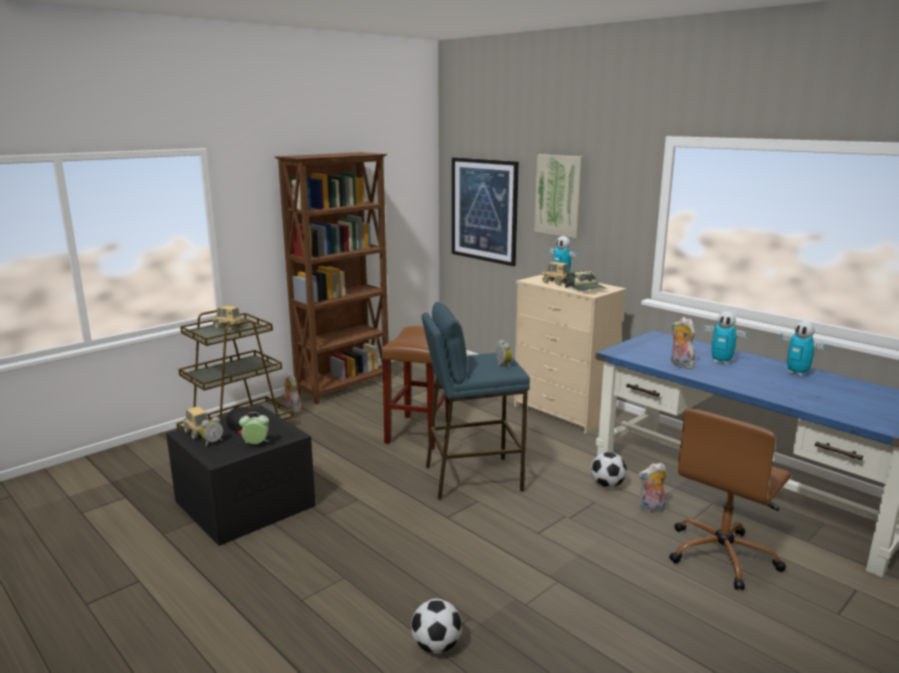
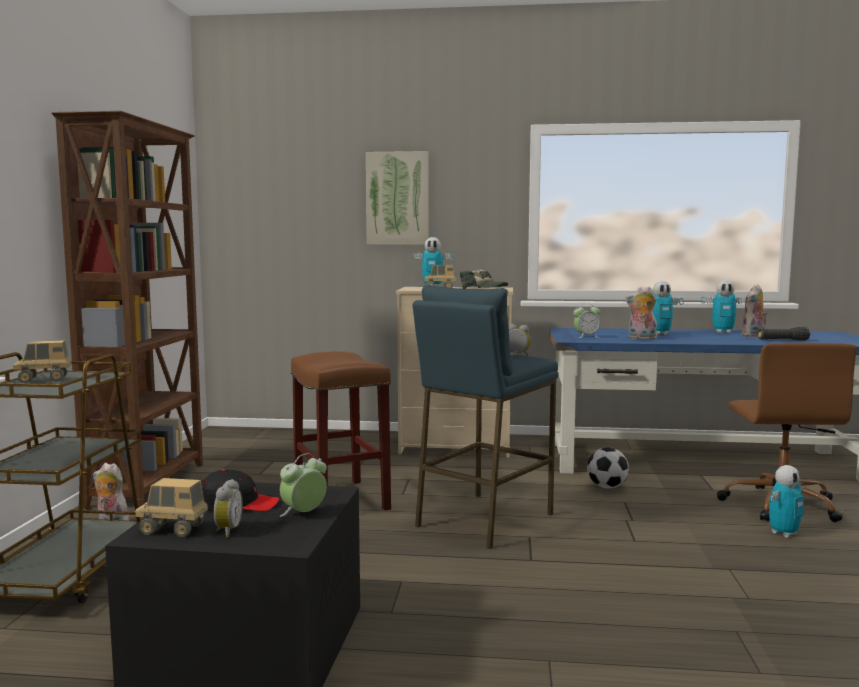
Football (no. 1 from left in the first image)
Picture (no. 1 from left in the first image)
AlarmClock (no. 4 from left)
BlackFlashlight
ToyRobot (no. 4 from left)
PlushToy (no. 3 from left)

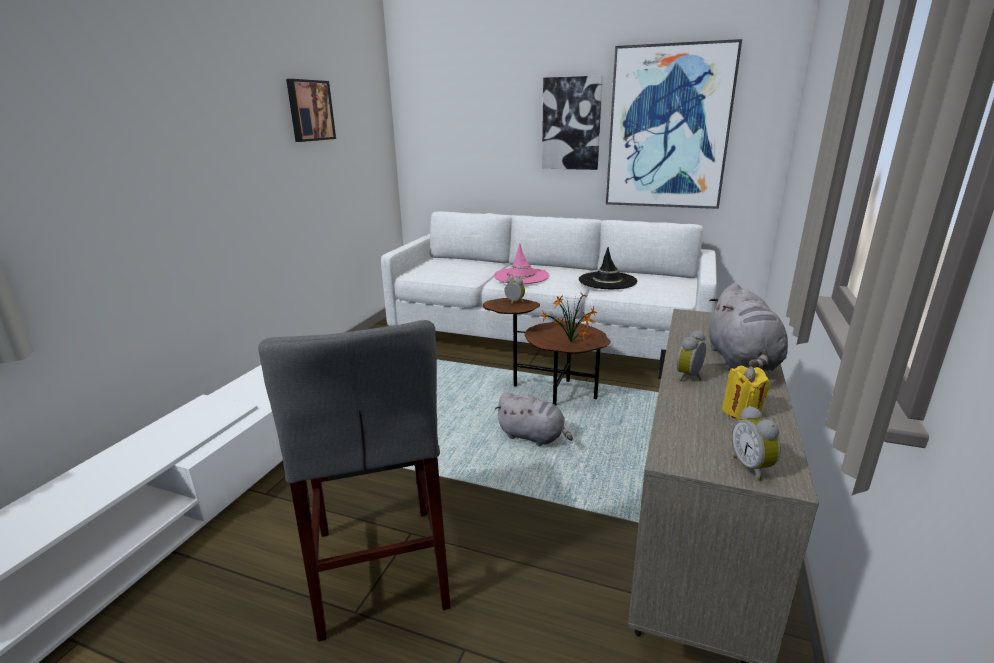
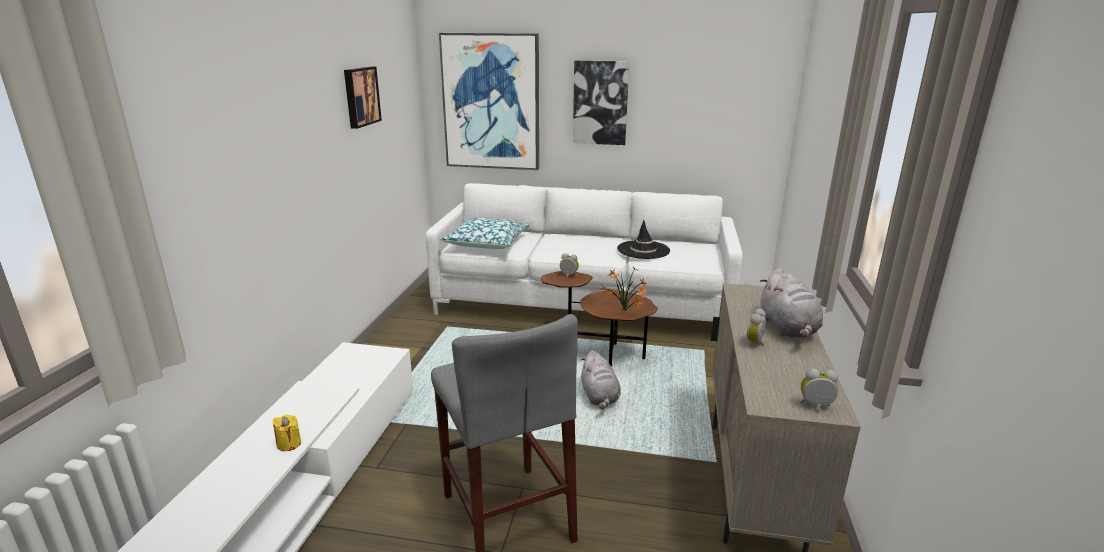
PinkHat
Pillow
Picture (no. 2 from left)
YellowCandle
GreyPlushToy (no. 1 from left)
AlarmClock (no. 3 from left)

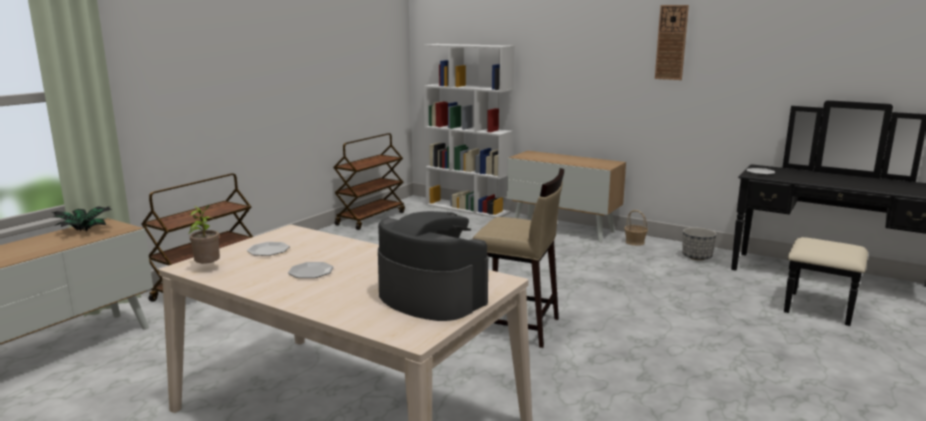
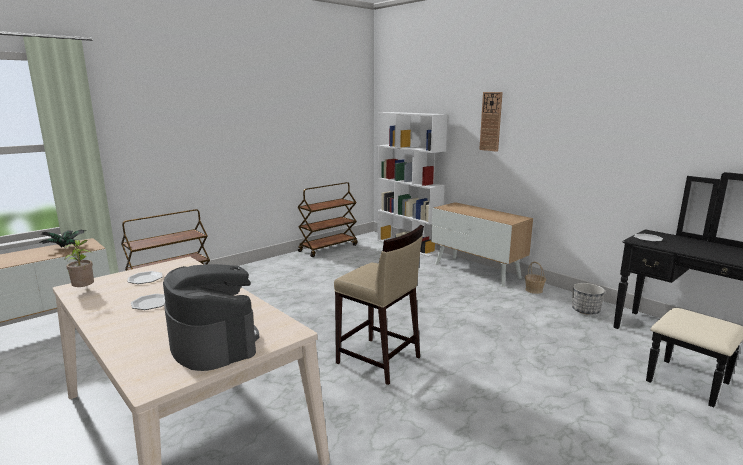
WallClock

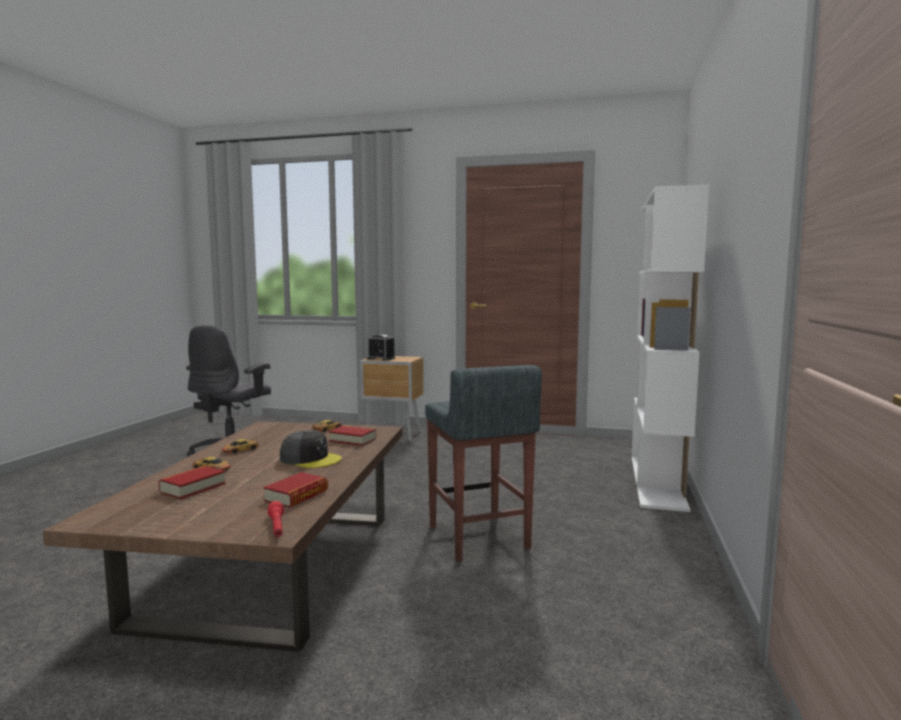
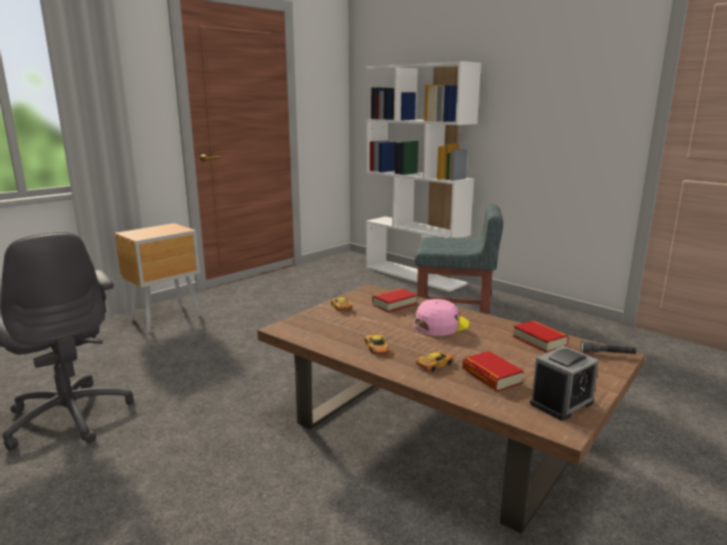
AlarmClock
GreyFlashlight
PinkCap

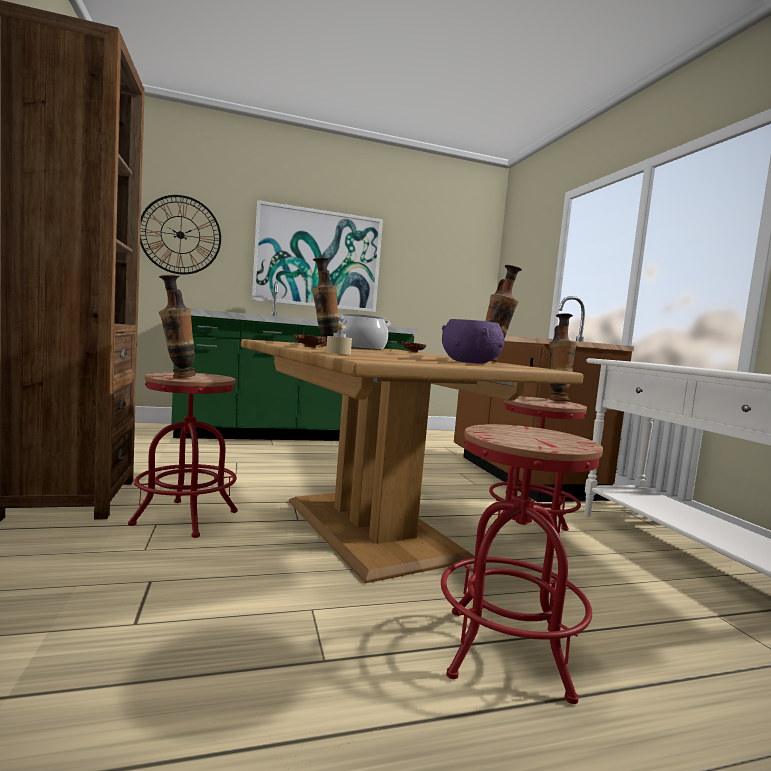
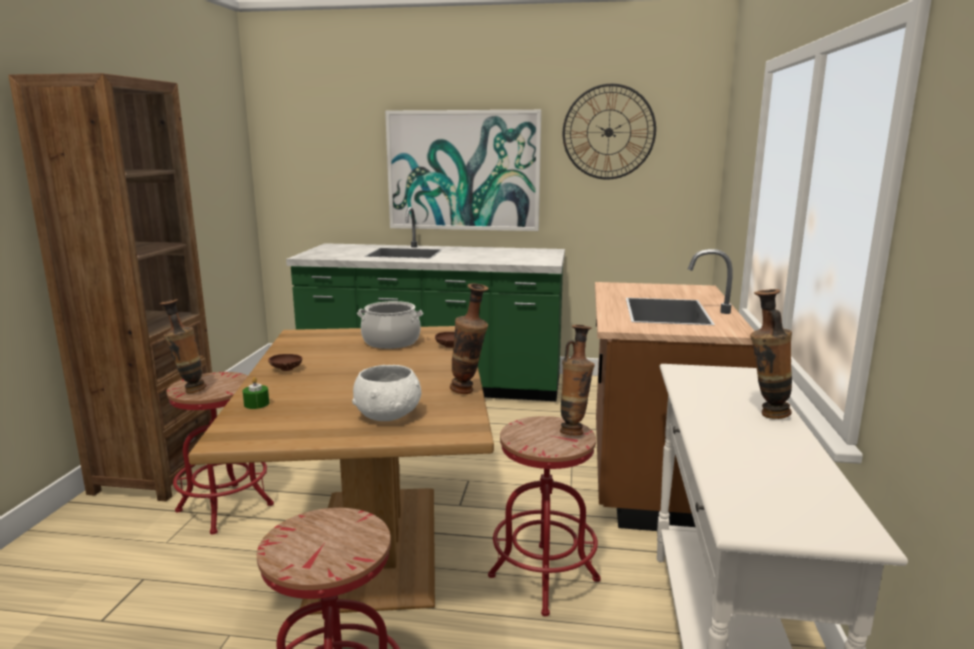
WallClock
Vase (no. 4 from left)
GreenCandle
WhiteBowl

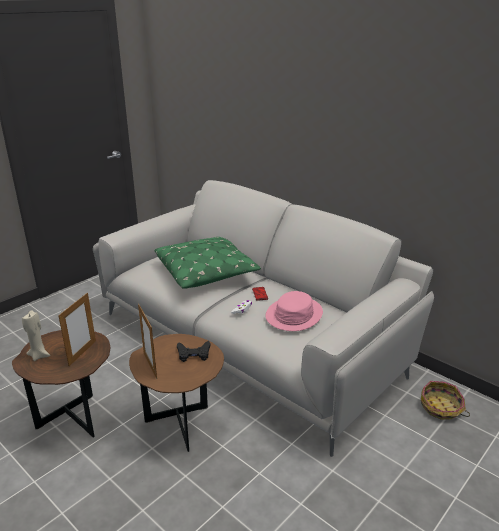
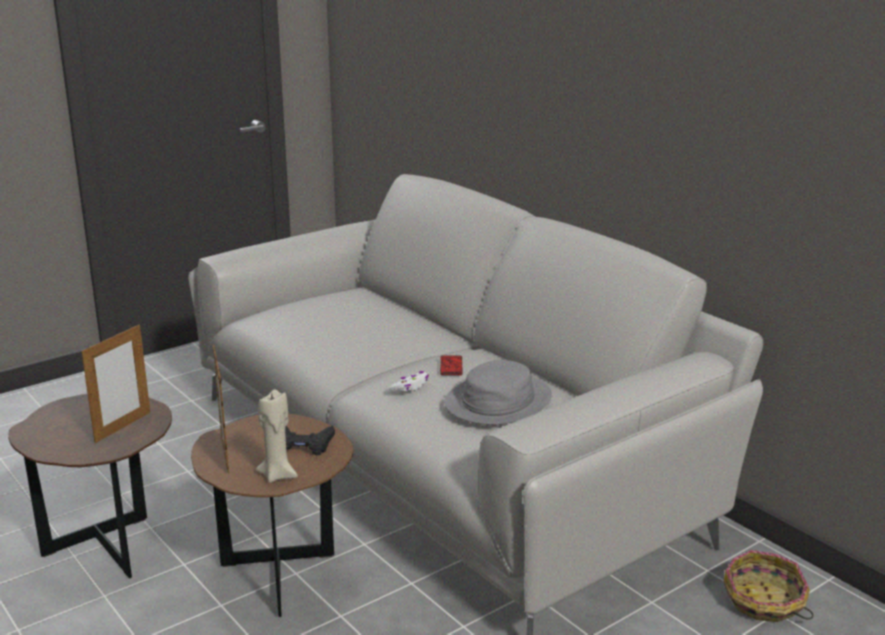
GreenPillow
BeigeCandle
GreyHat

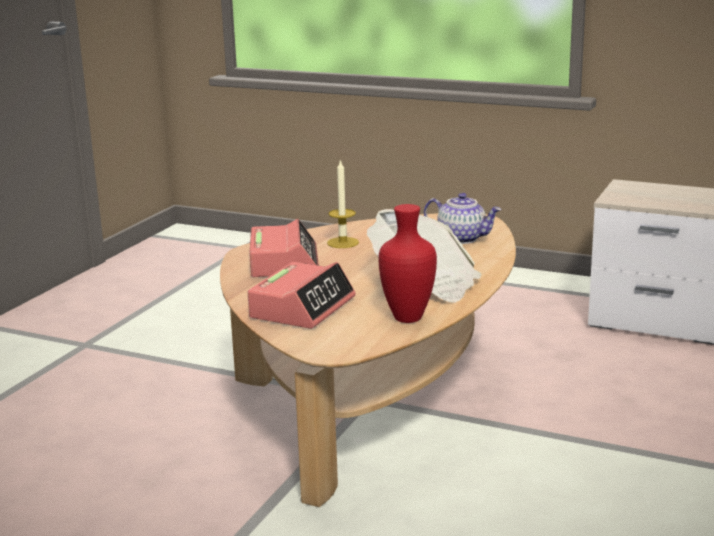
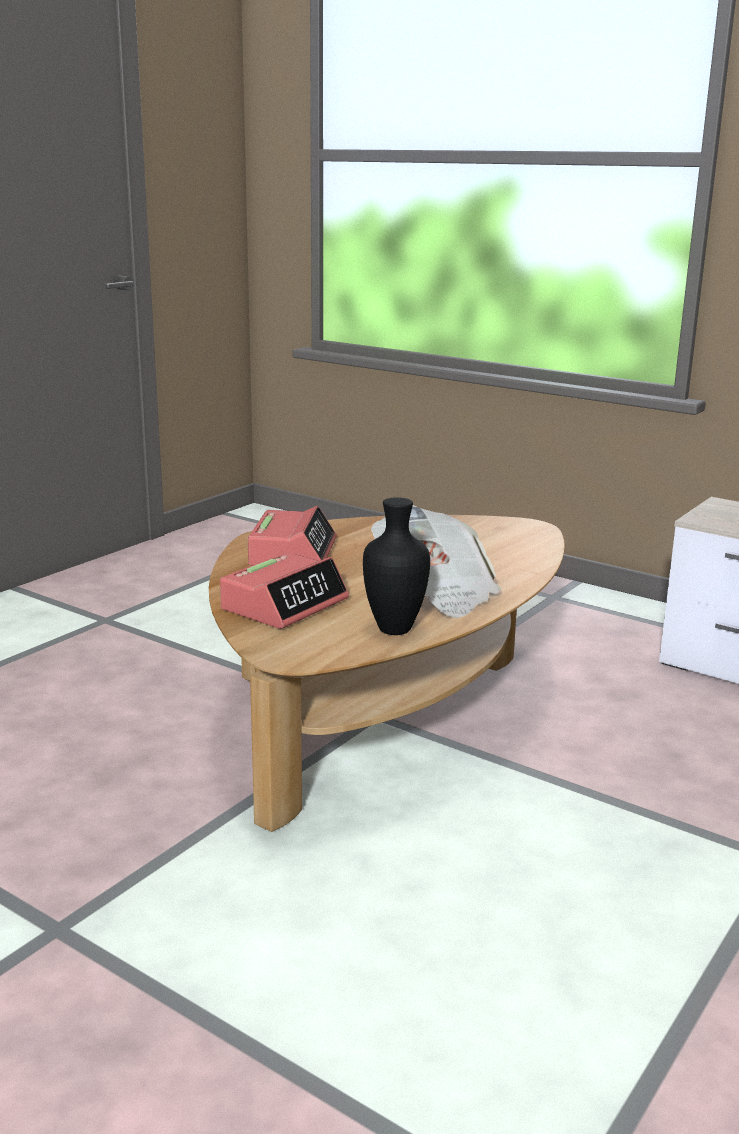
Candle
Teapot
BlackVase

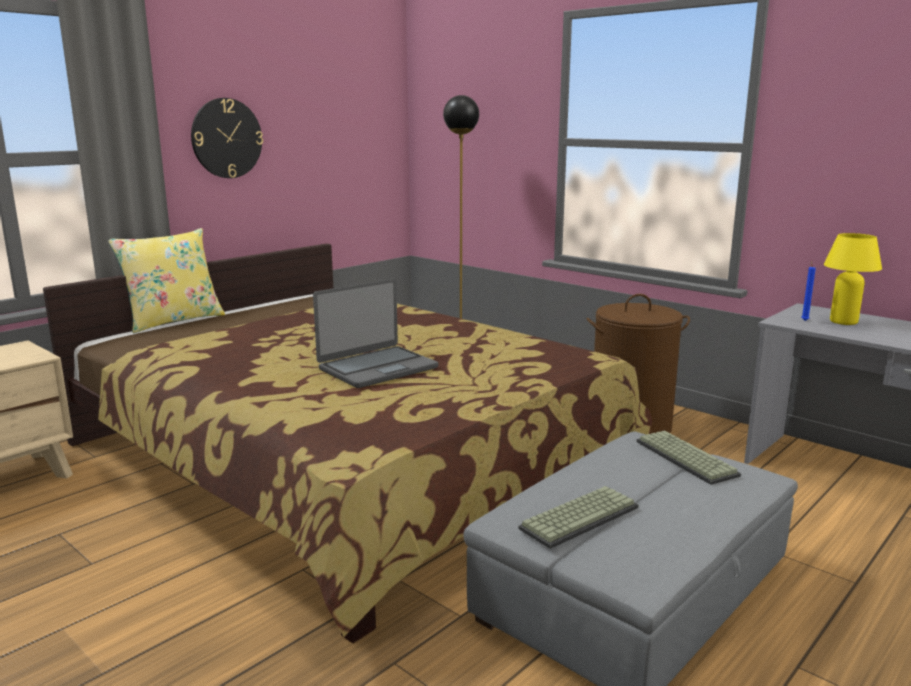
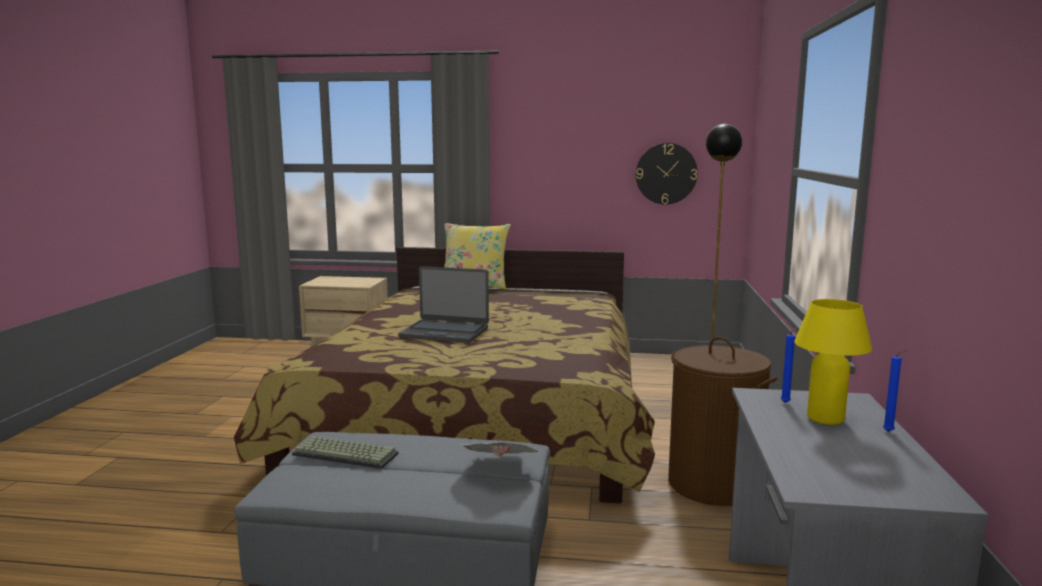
BlueCandle (no. 2 from left)
WallClock
Newspaper

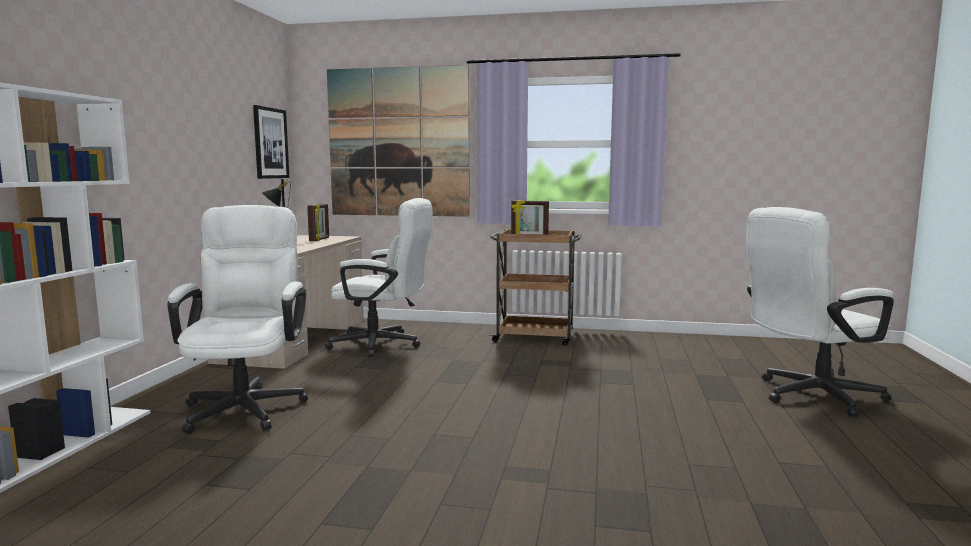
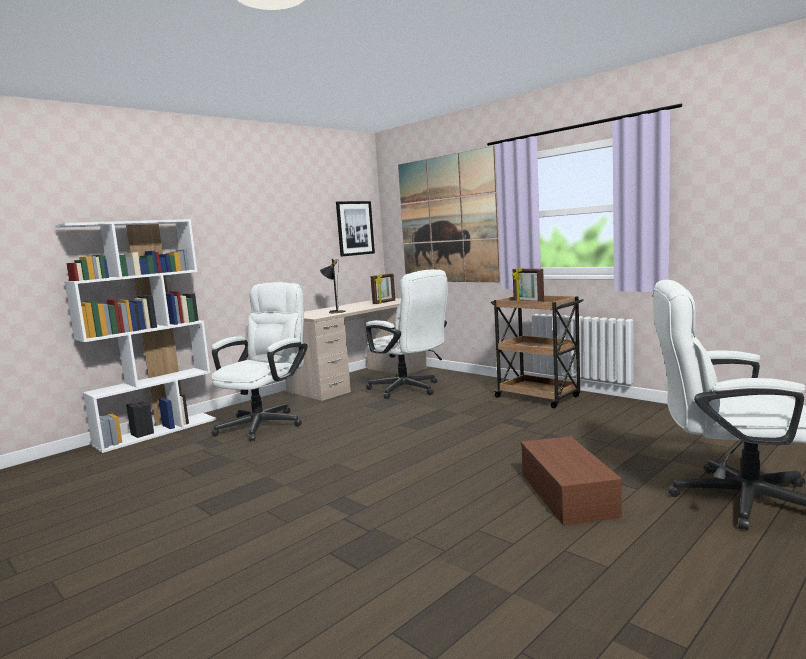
BrownStorageBox

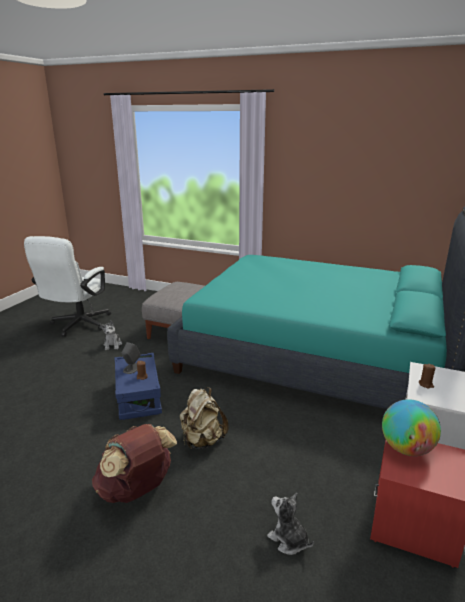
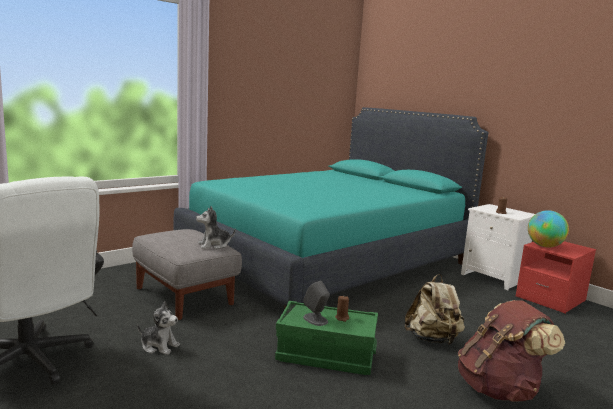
PlushToy (no. 2 from left)
GreenStorageBox

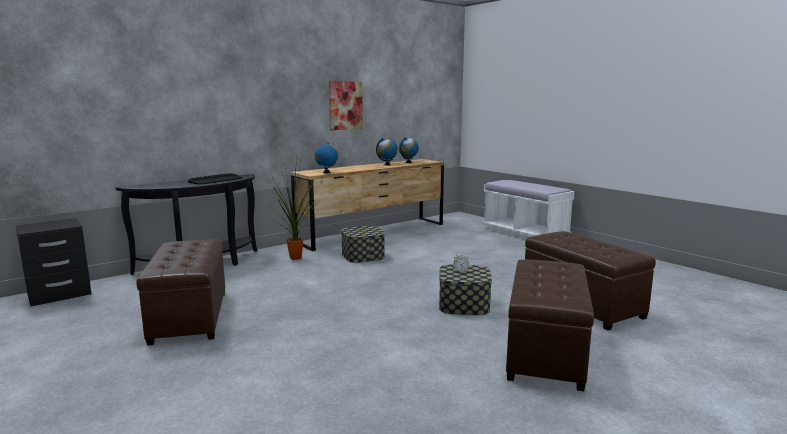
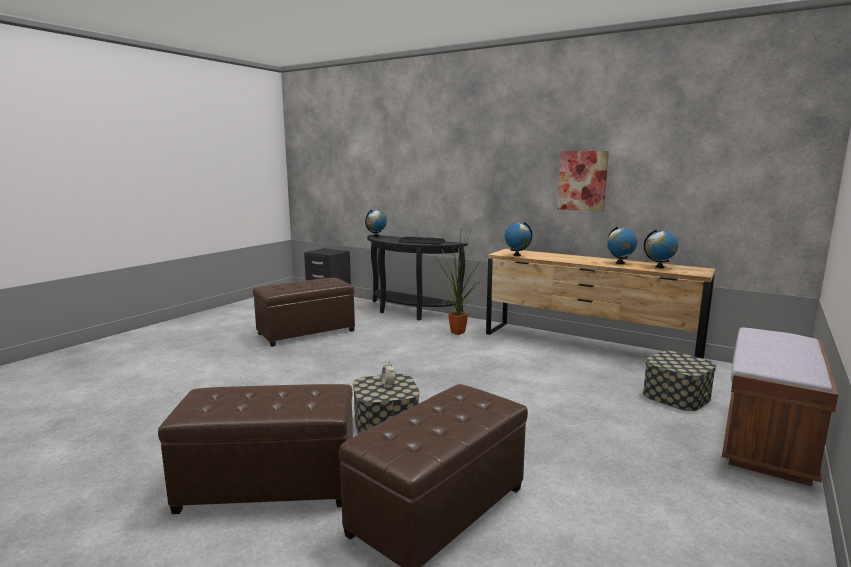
Globe (no. 1 from left)
StorageBox (no. 2 from left)
BrownBench

